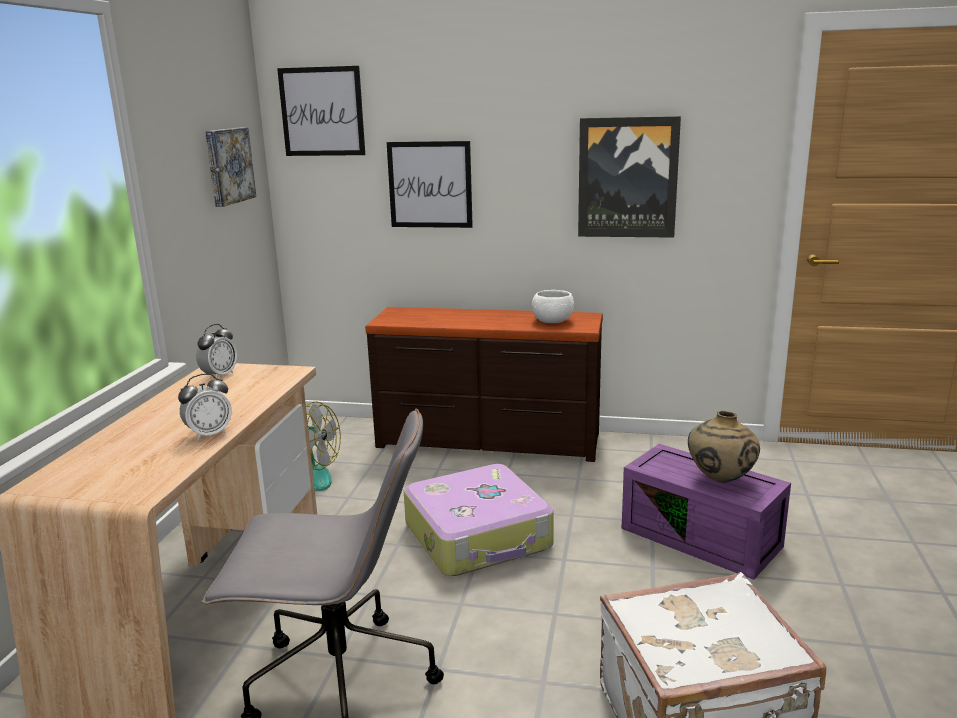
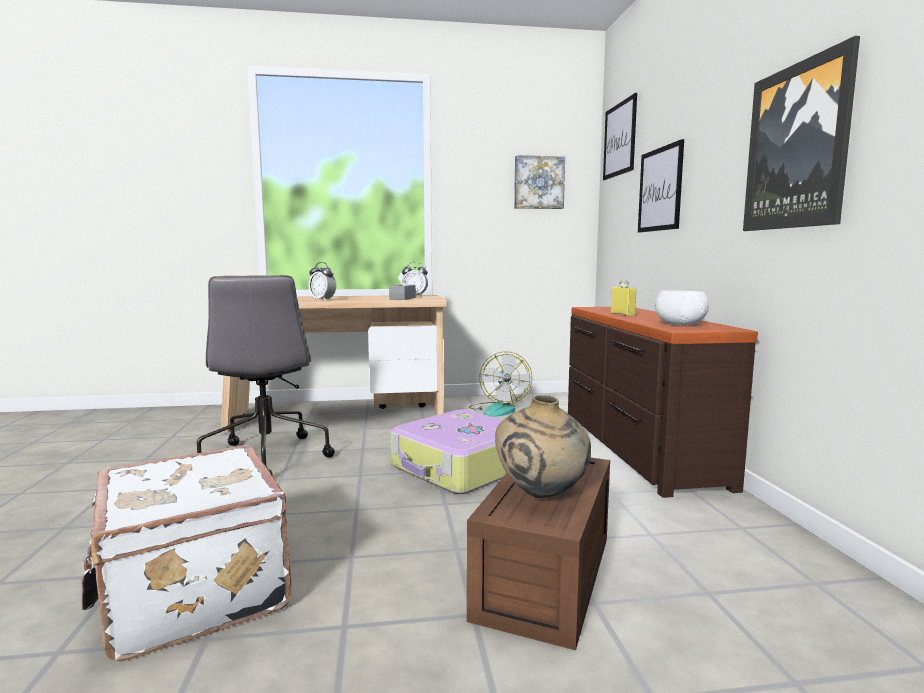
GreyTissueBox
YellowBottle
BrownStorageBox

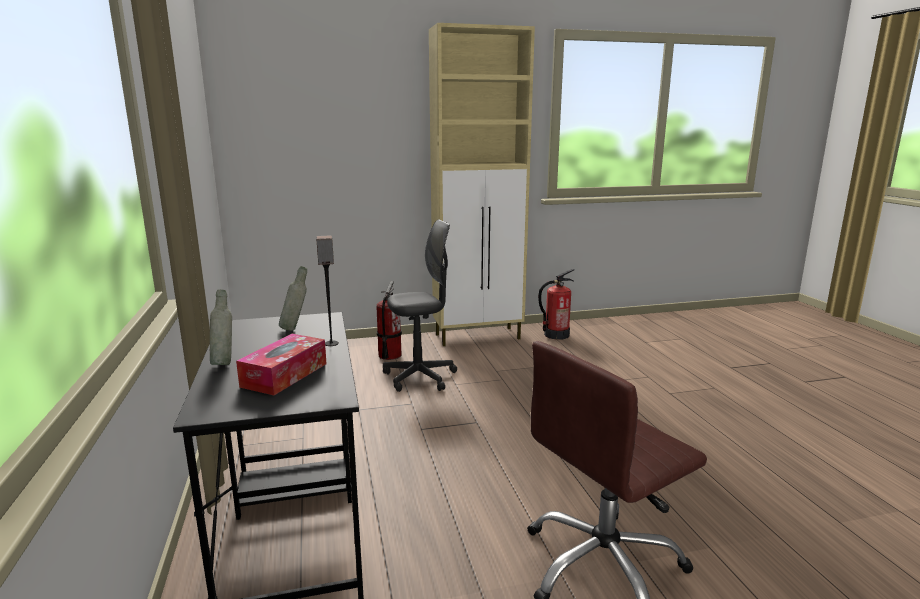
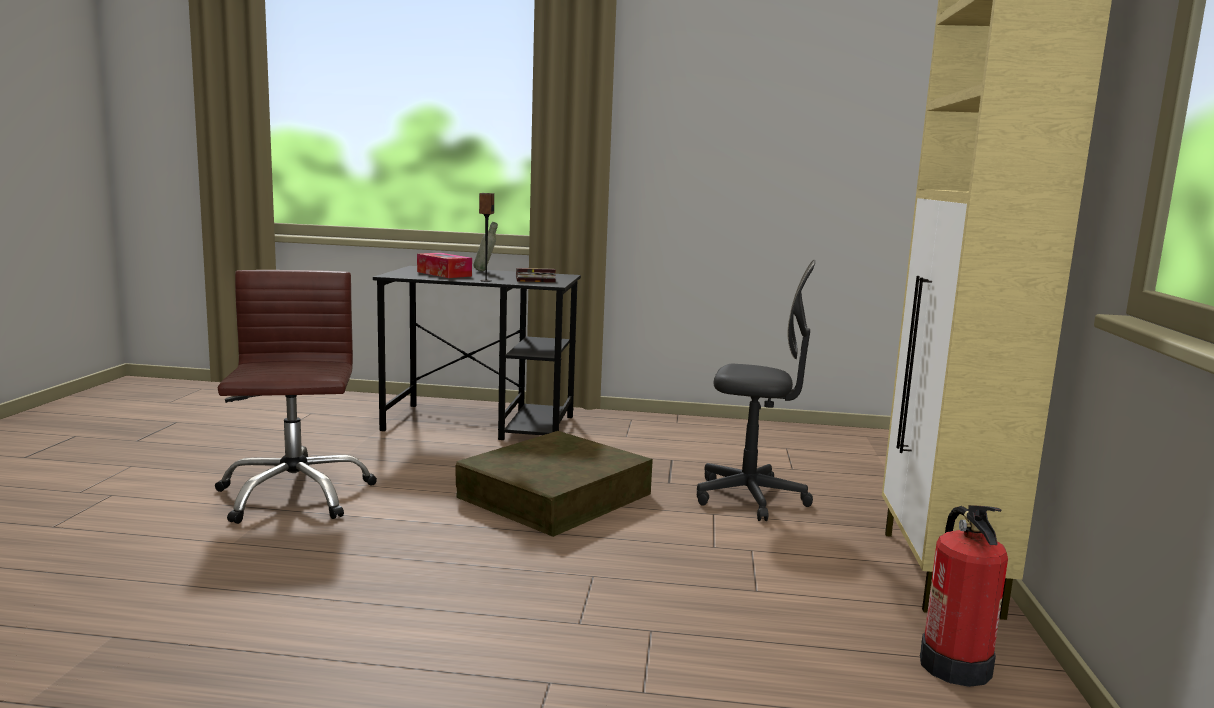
FireExtinguisher (no. 1 from left in the first image)
BrownStorageBox
Book
GreyOfficeChair

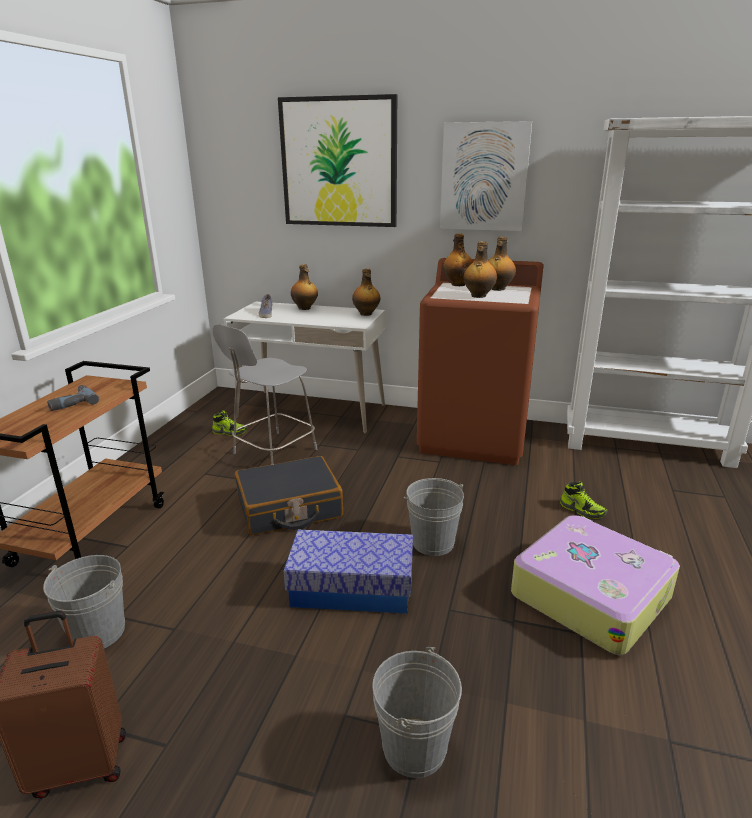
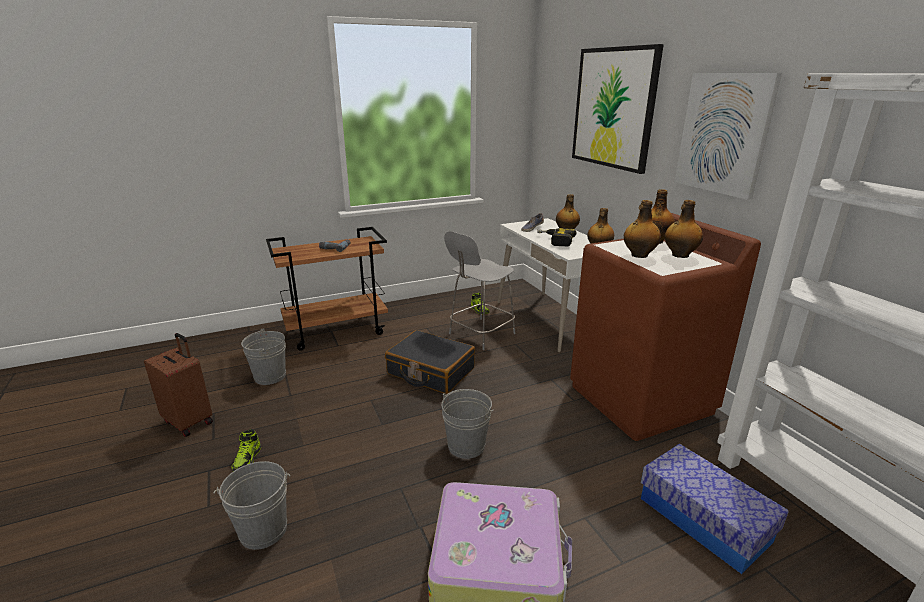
PowerDrill (no. 2 from left)
StorageBox
Shoe (no. 1 from left)
GreyChair

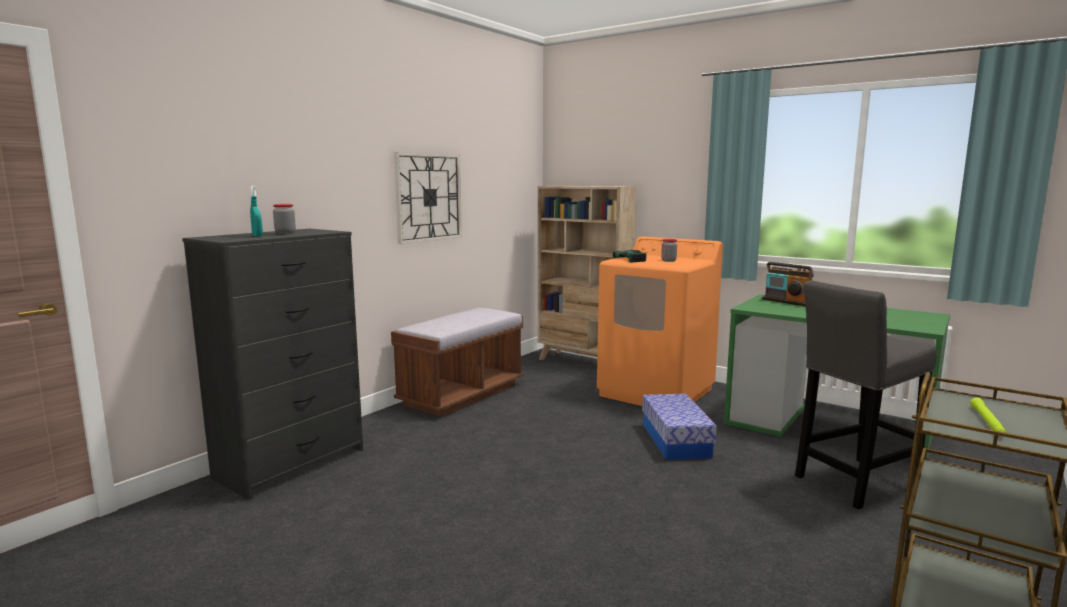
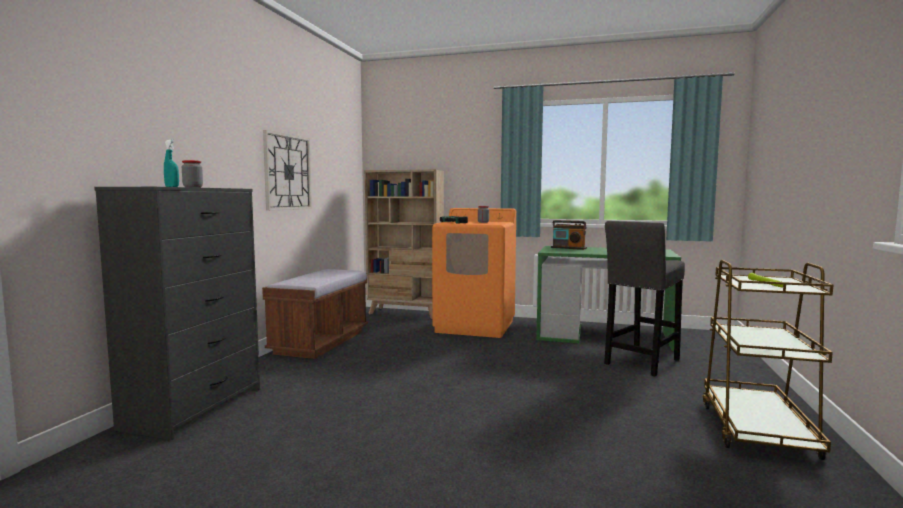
StorageBox

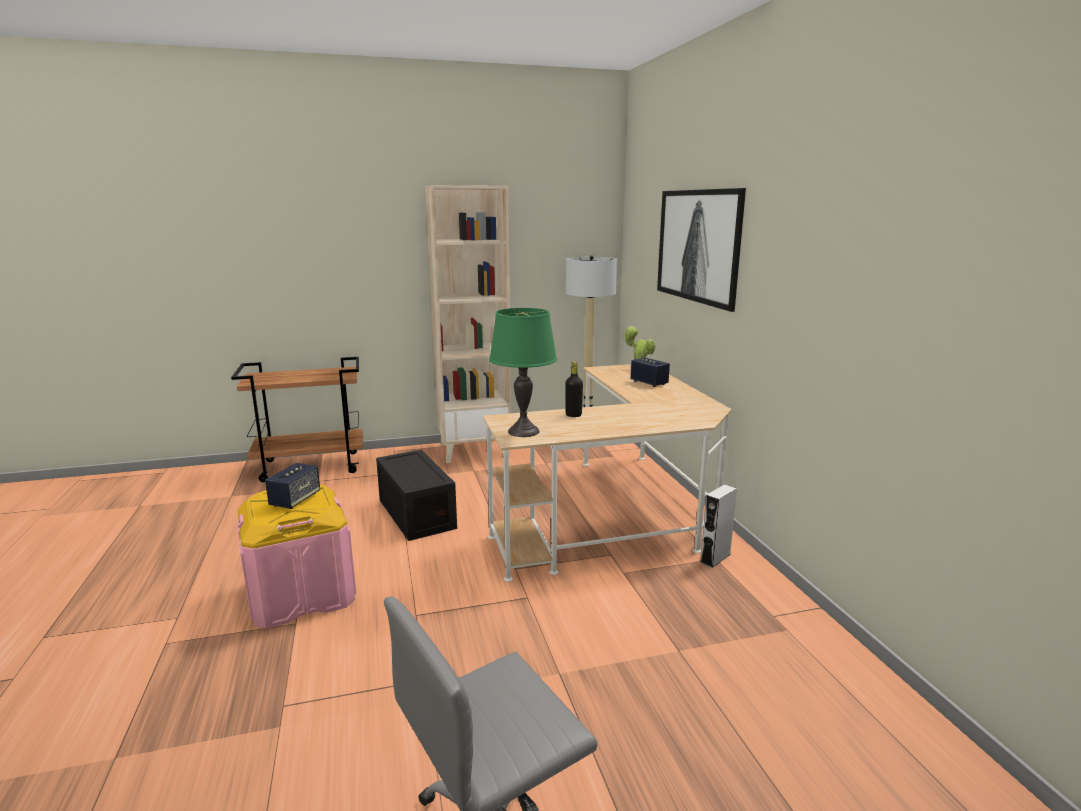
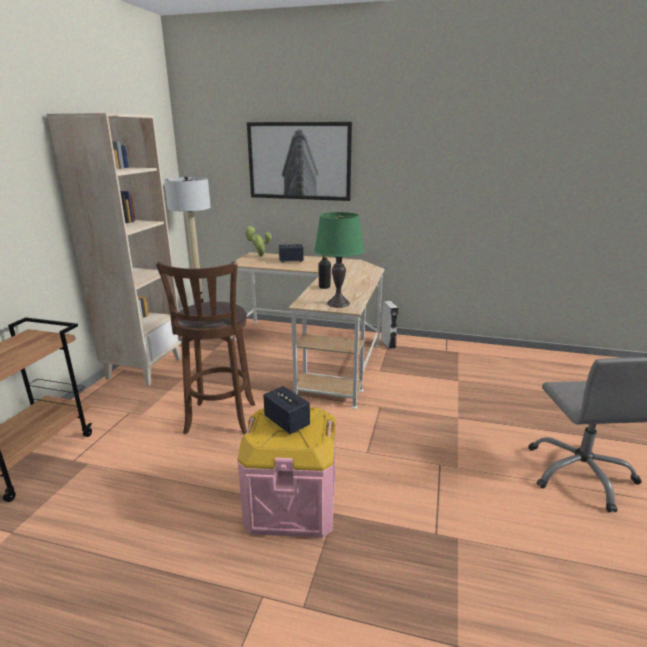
BrownStool

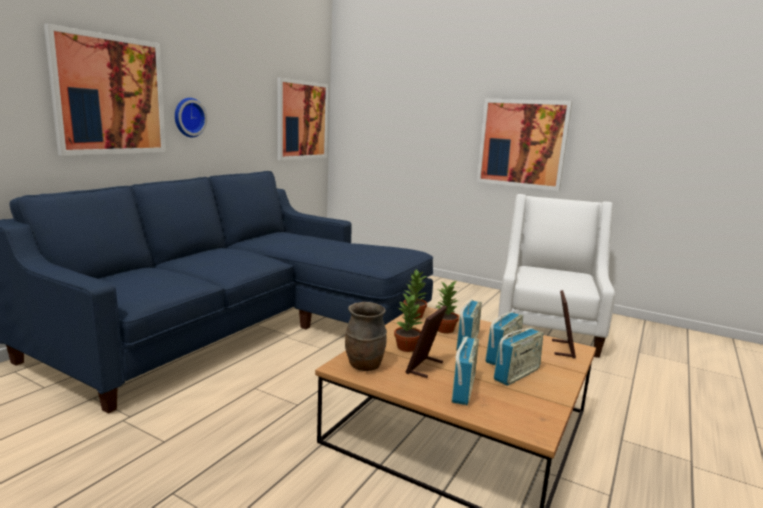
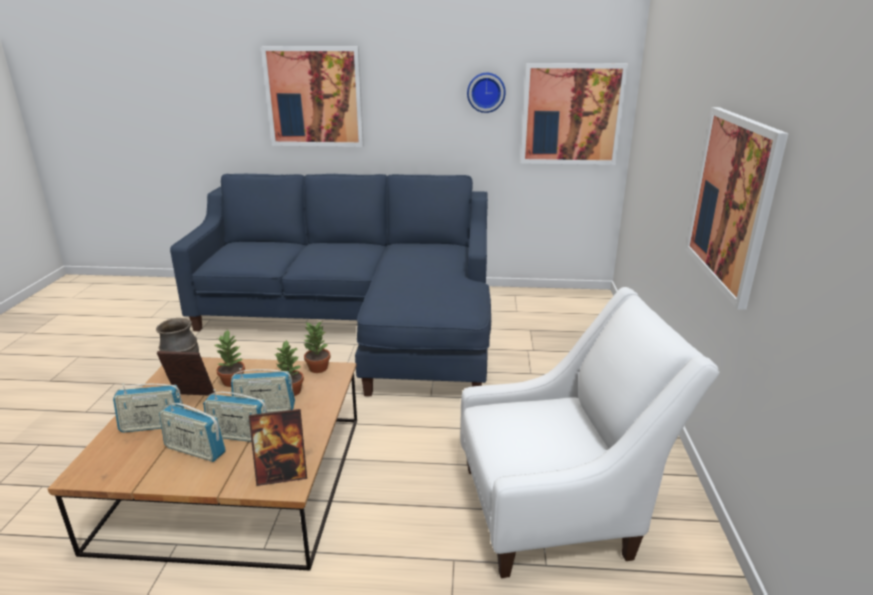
WallClock

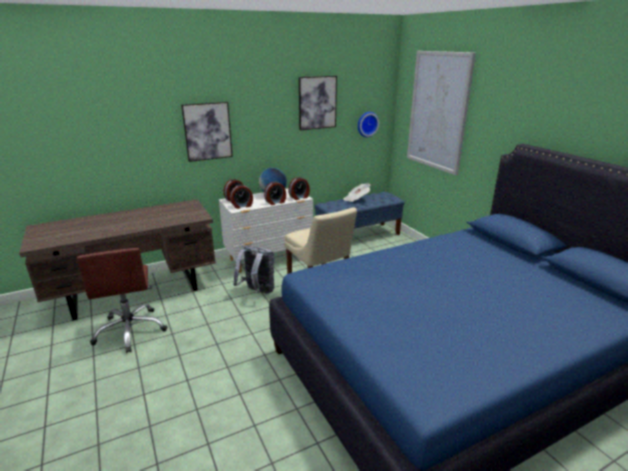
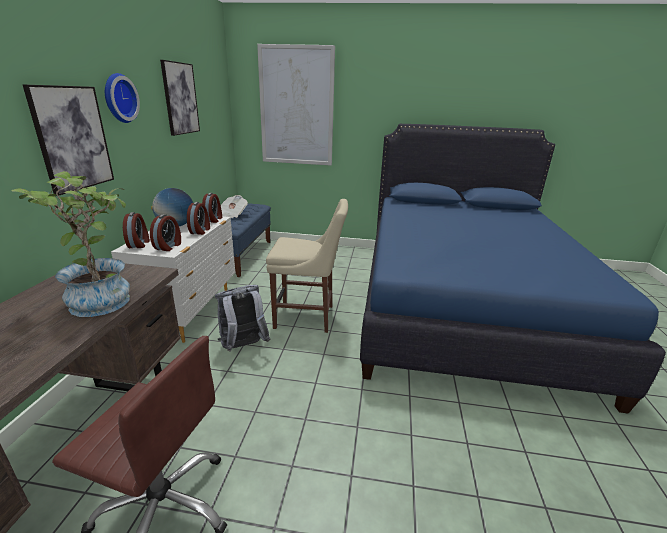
PottedPlant
WallClock

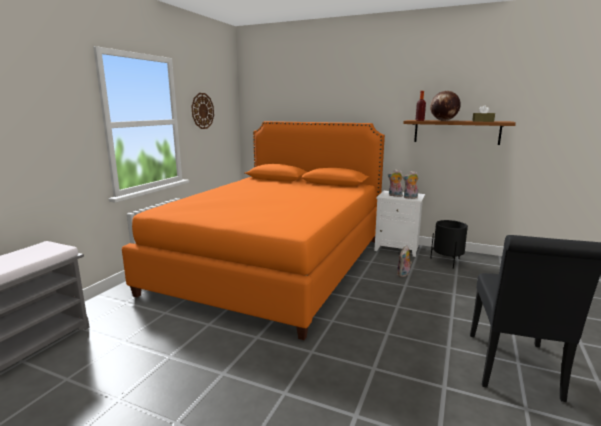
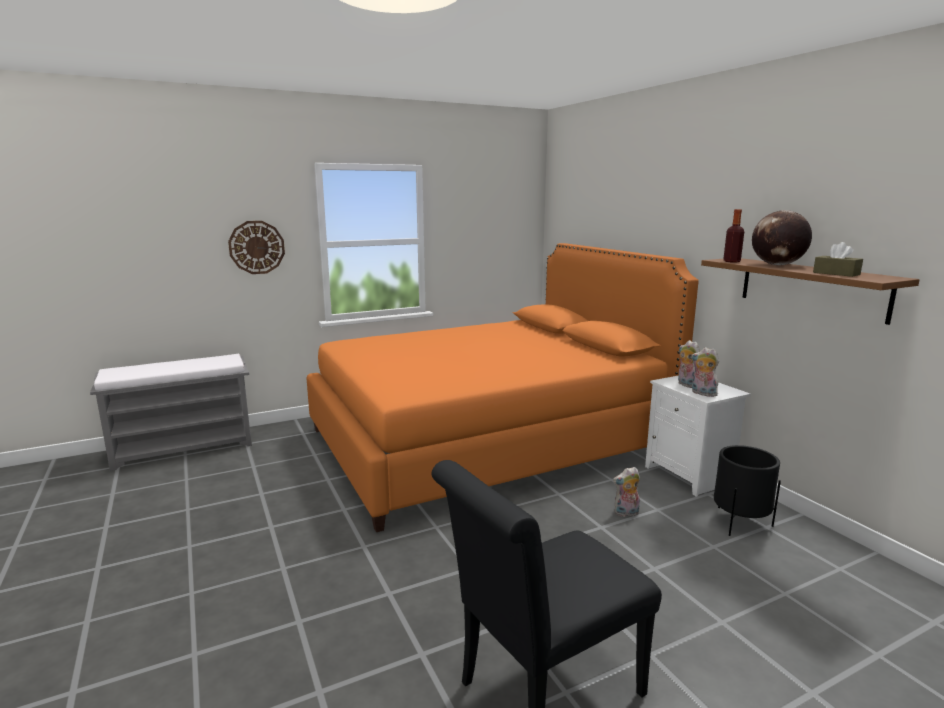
WallClock

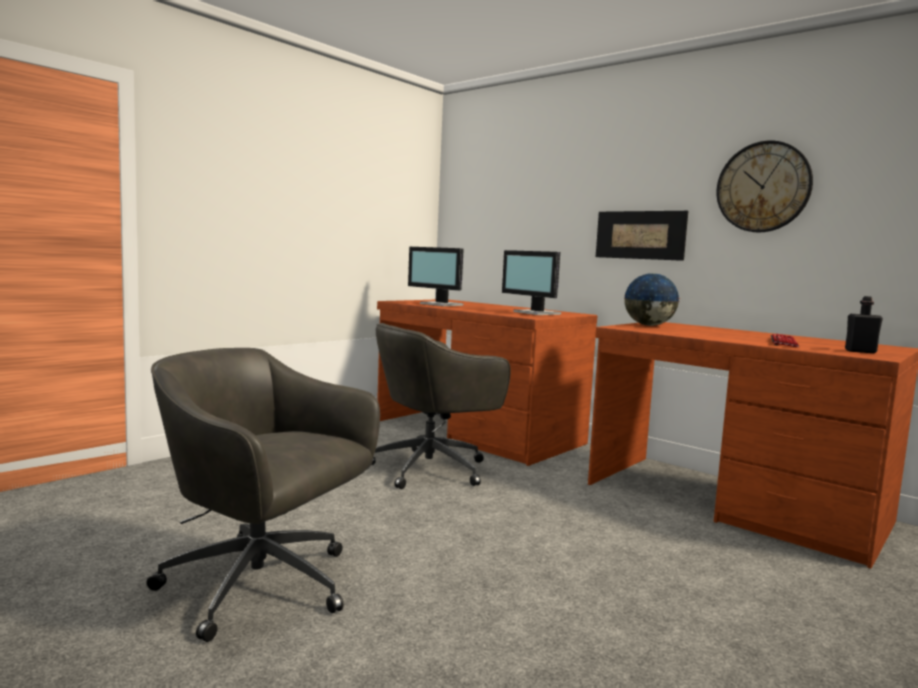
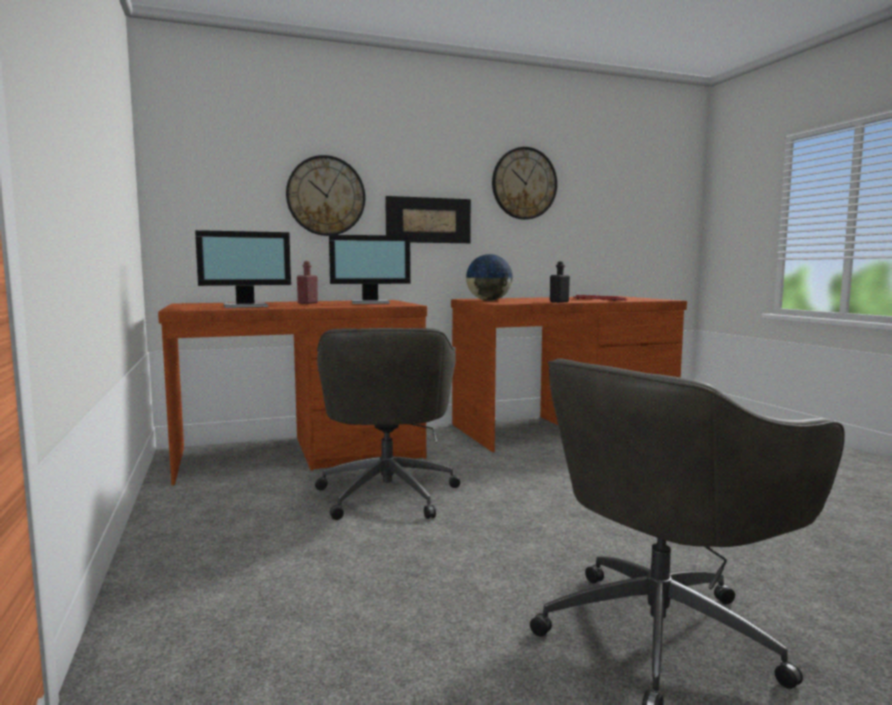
WallClock (no. 1 from left)
RedBottle
BlackBottle

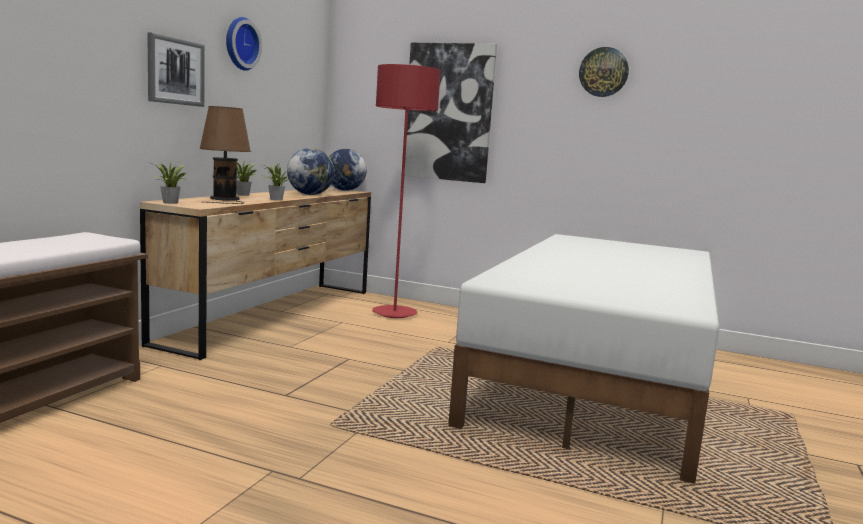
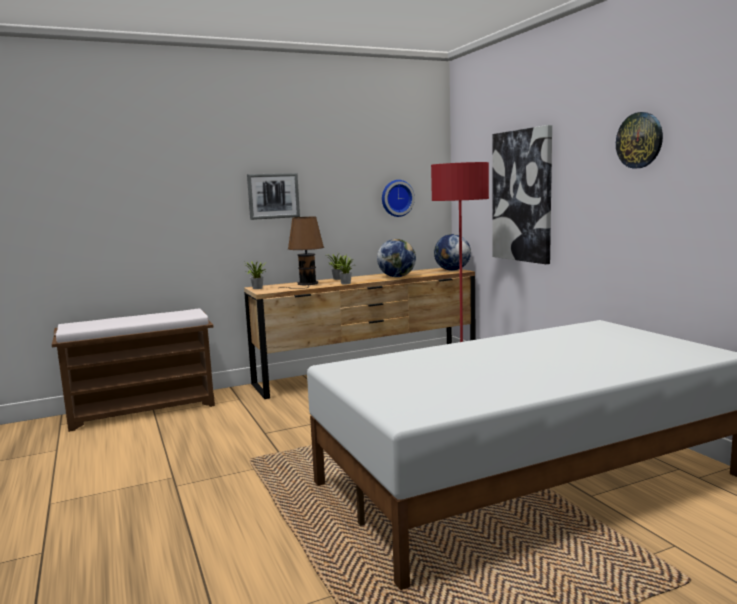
WallClock (no. 1 from left)

